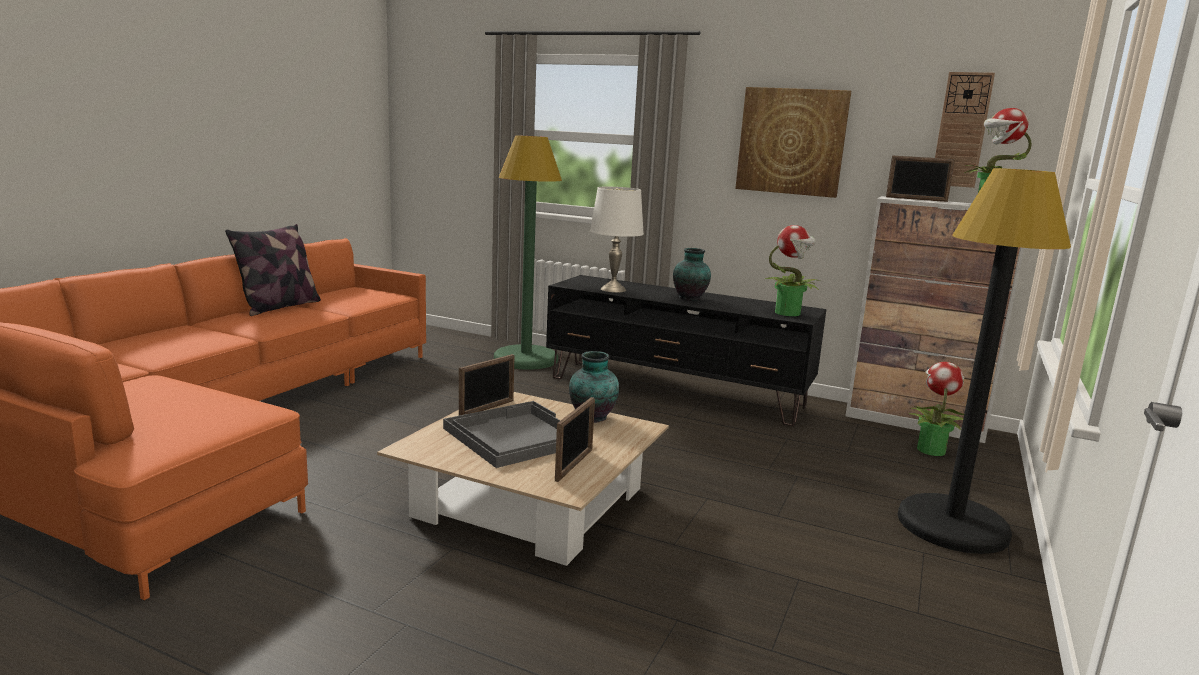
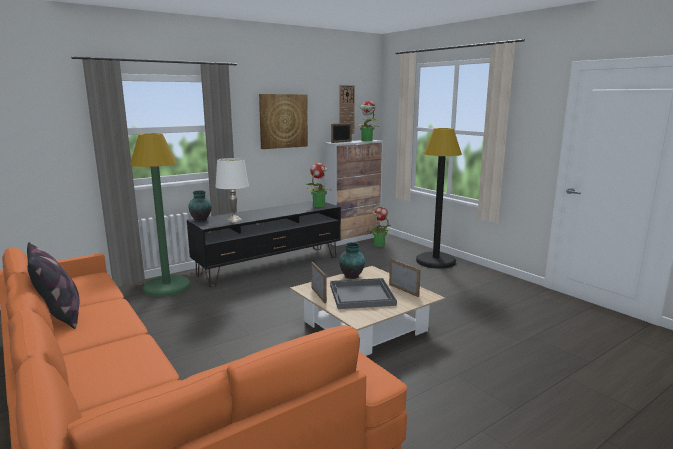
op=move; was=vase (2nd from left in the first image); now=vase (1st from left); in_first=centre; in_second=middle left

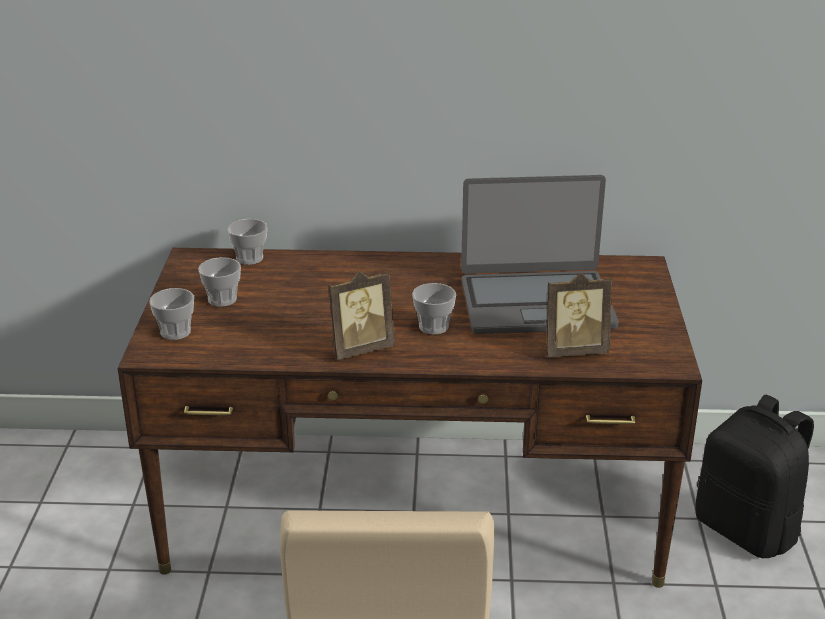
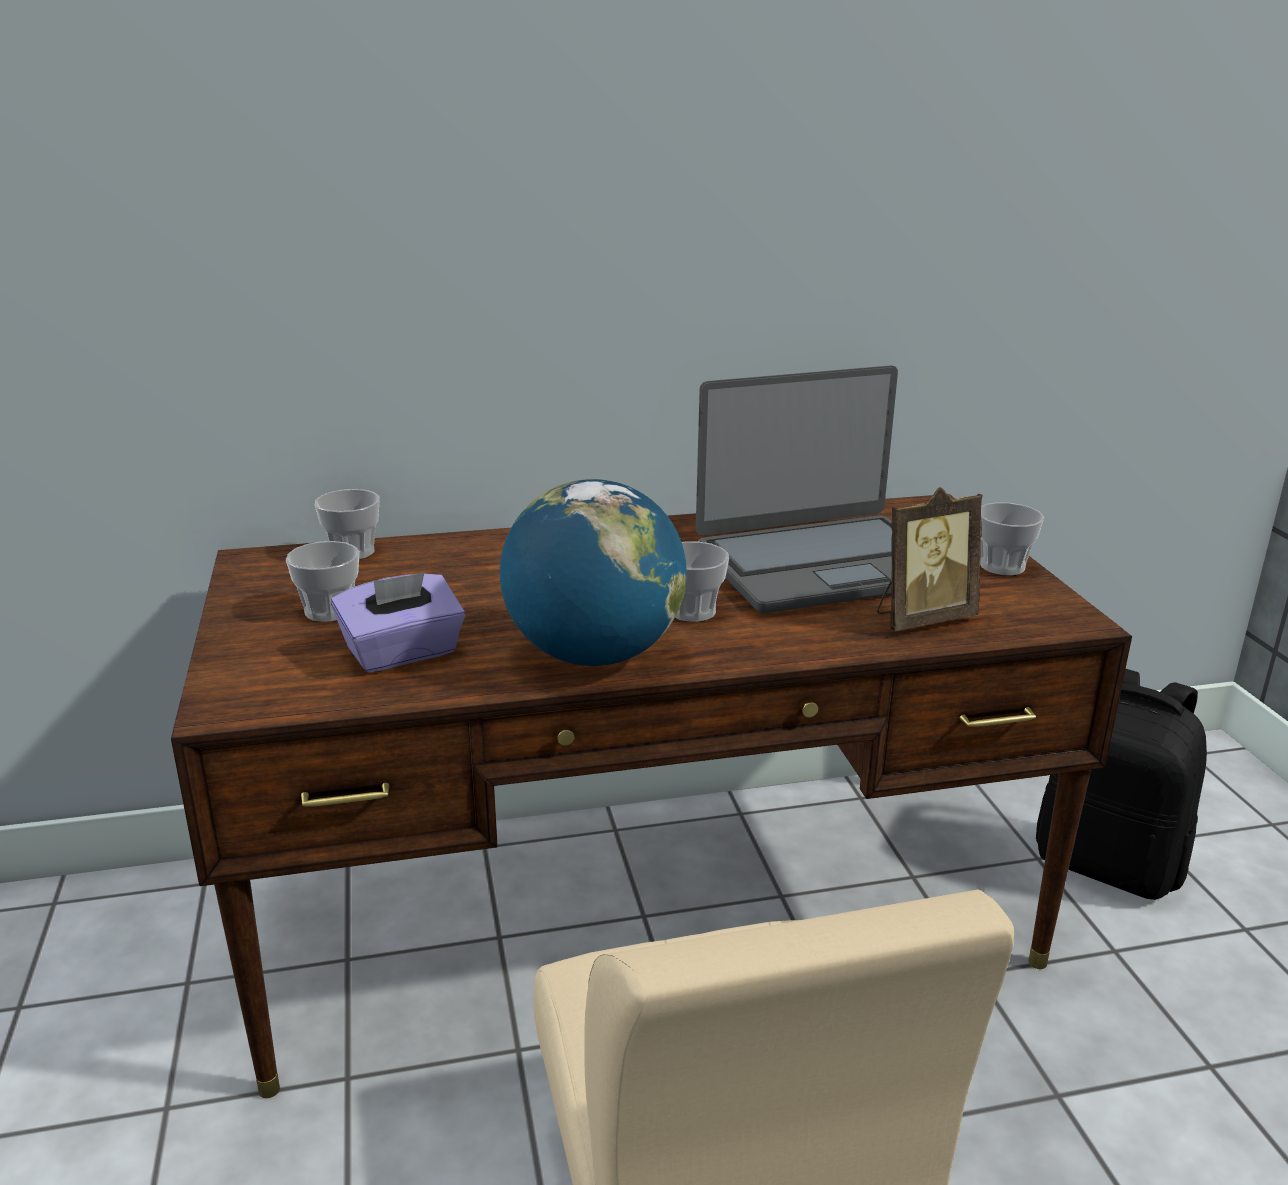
op=move; was=tasse (1st from left in the first image); now=tasse (4th from left); in_first=middle left; in_second=middle right
op=replace; was=cadre photo (1st from left); now=globe; in_first=centre; in_second=centre
op=insert; now=boîte à mouchoirs [violet]; in_second=middle left

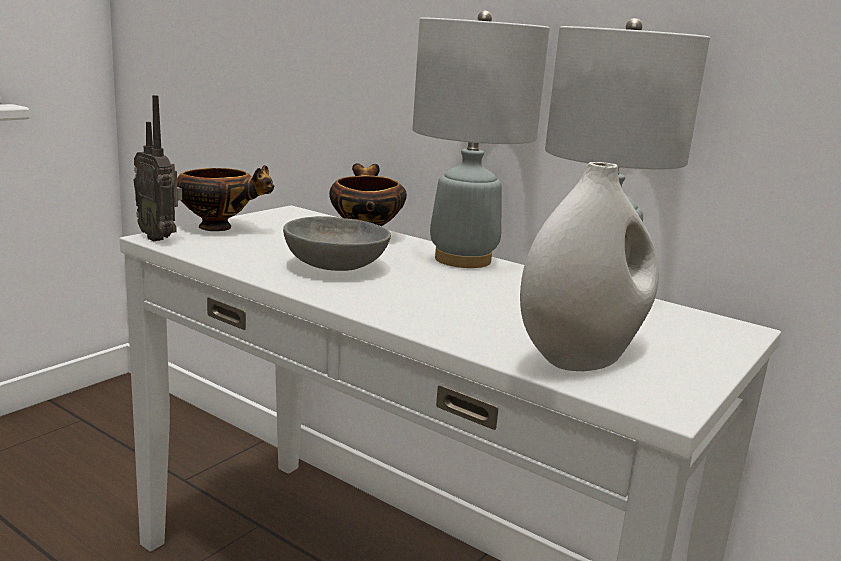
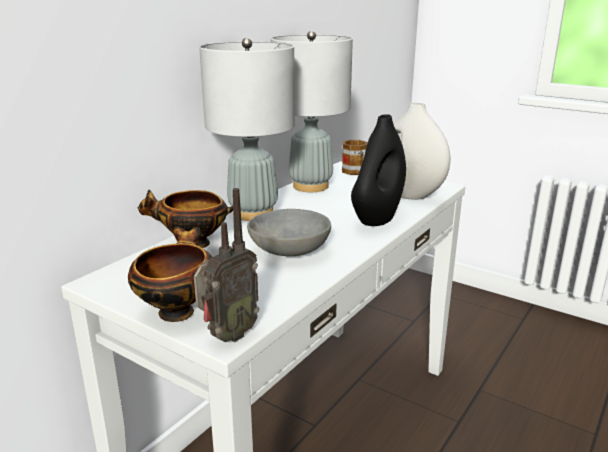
op=insert; now=mug; in_second=centre
op=insert; now=vase [noir]; in_second=centre

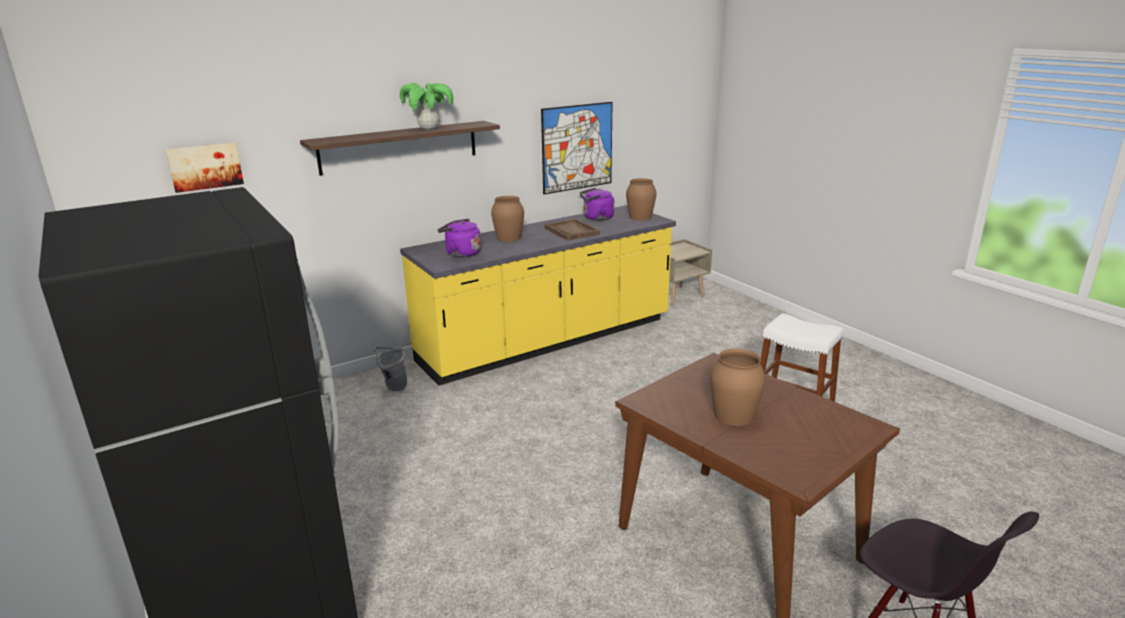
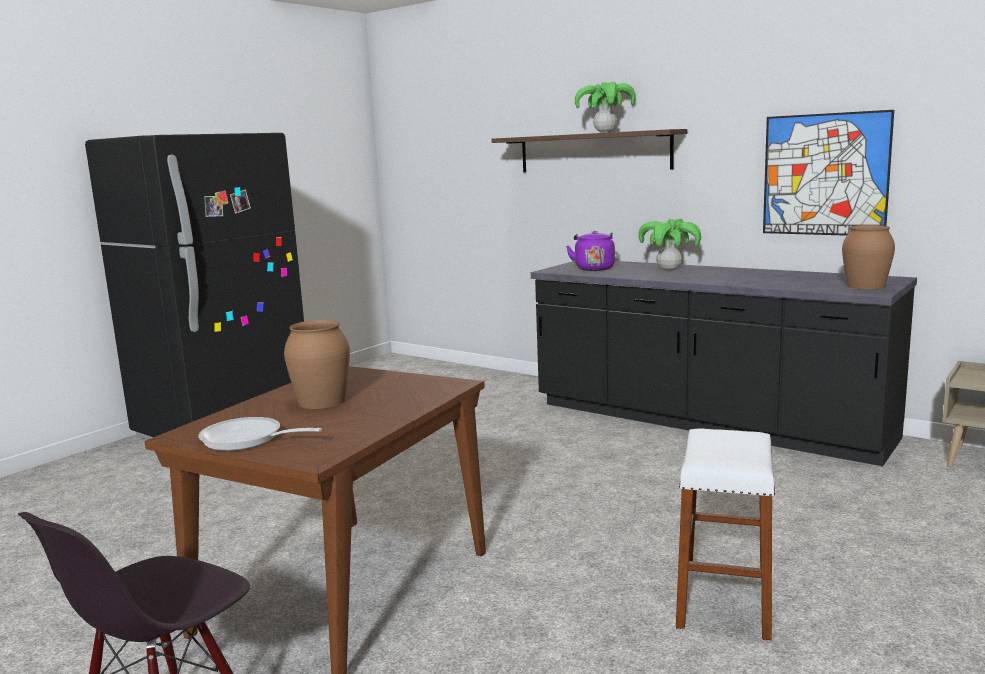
op=delete; was=tableau (1st from left); in_first=top left
op=delete; was=seau [gris]; in_first=centre
op=recolor; was=comptoir de cuisine [jaune]; now=comptoir de cuisine [noir]; in_first=centre; in_second=middle right
op=replace; was=vase [marron] (1st from left); now=plante en pot (2nd from left); in_first=centre; in_second=middle right
op=delete; was=plateau [marron]; in_first=centre
op=delete; was=bouilloire [violet] (2nd from left); in_first=top centre
op=insert; now=poêle; in_second=middle left

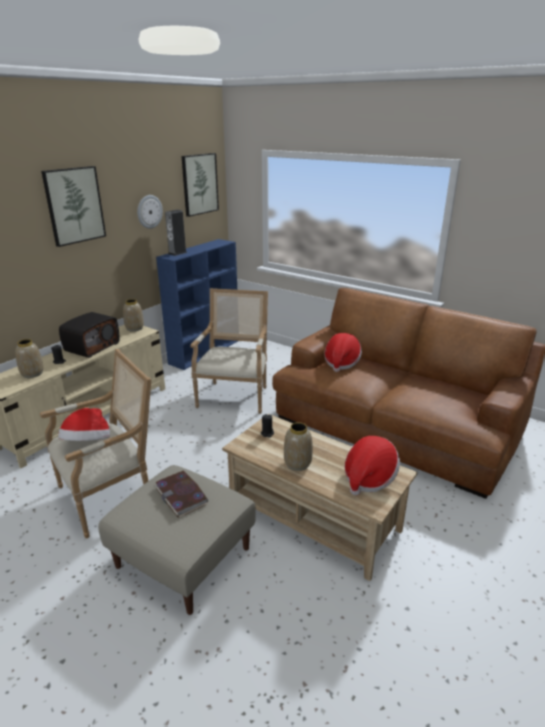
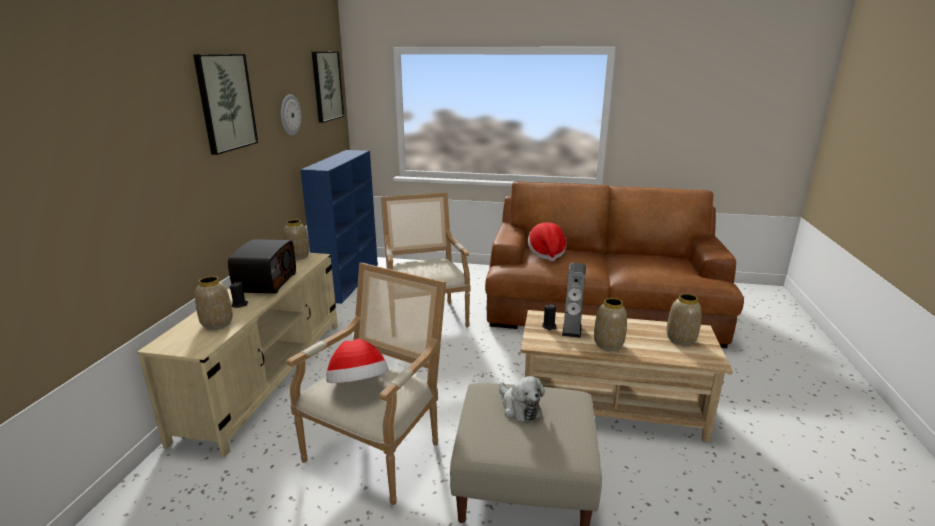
op=replace; was=livre; now=peluche; in_first=bottom left; in_second=bottom centre
op=move; was=enceinte; in_first=top left; in_second=centre
op=replace; was=chapeau (3rd from left); now=vase (4th from left); in_first=middle right; in_second=middle right

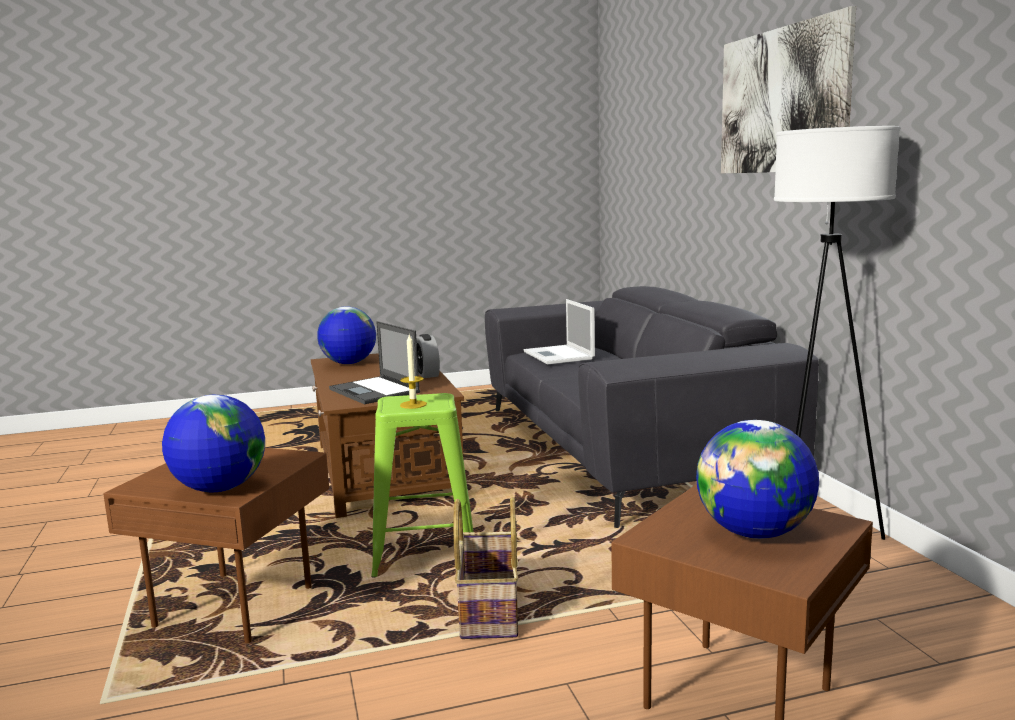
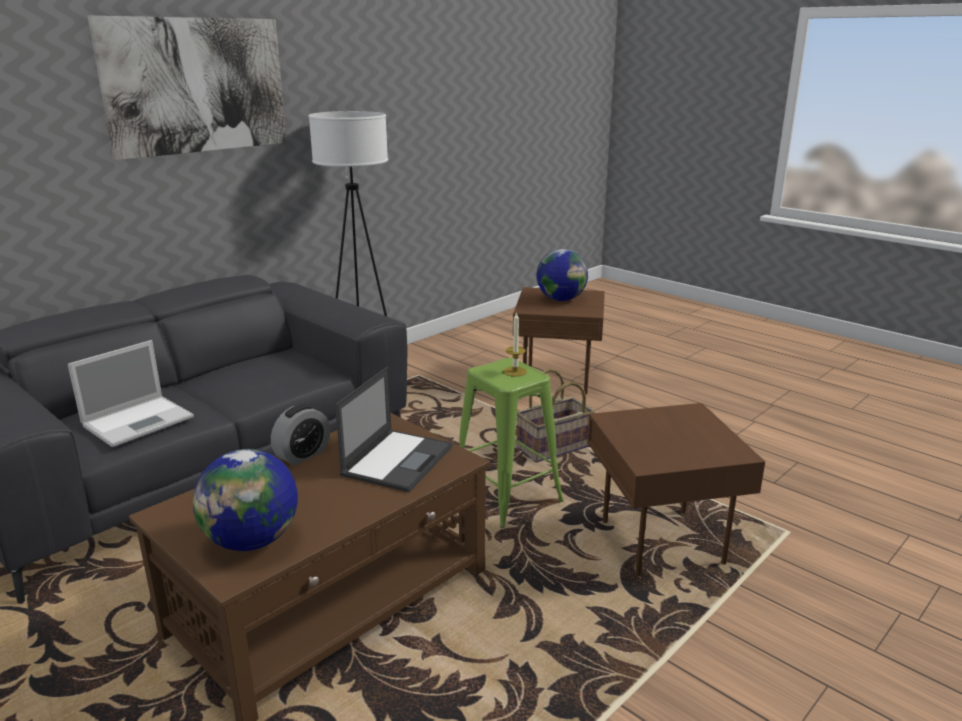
op=delete; was=globe (1st from left); in_first=middle left

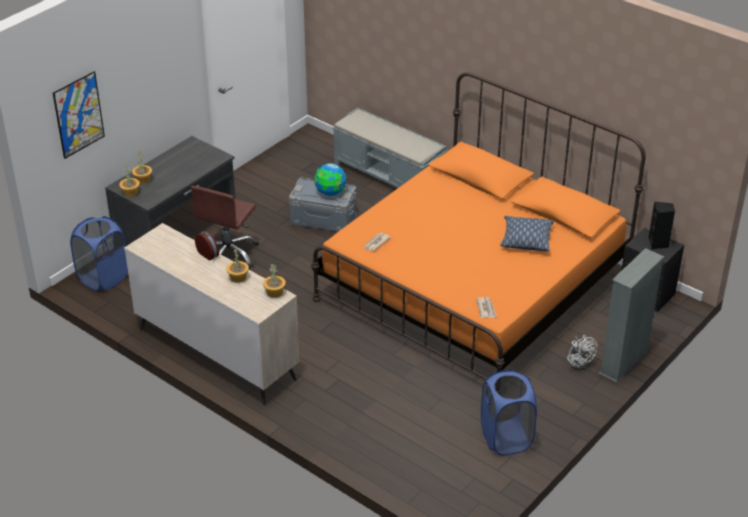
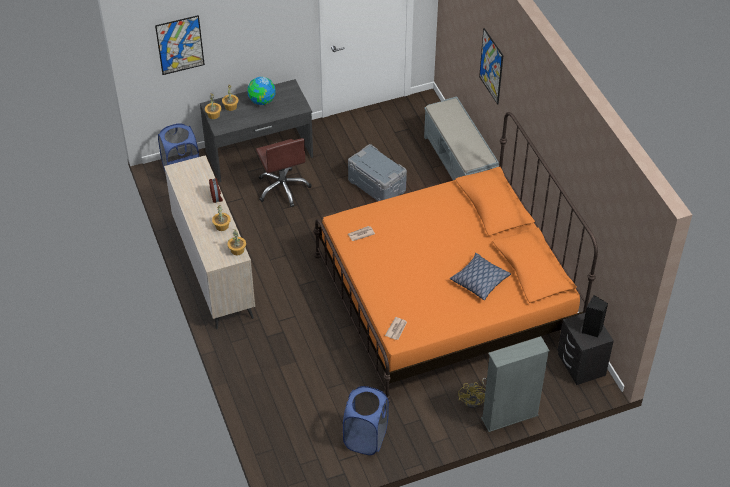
op=rotate; was=chaise de bureau [marron]; in_first=middle left; in_second=centre; clockwise=-75
op=move; was=globe; in_first=centre; in_second=top centre
op=recolor; was=ventilateur [blanc]; now=ventilateur [jaune]; in_first=bottom right; in_second=bottom centre
op=insert; now=tableau (2nd from left); in_second=top right

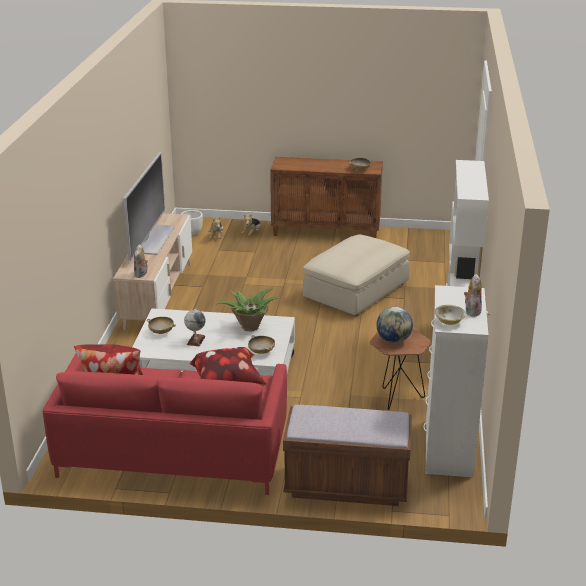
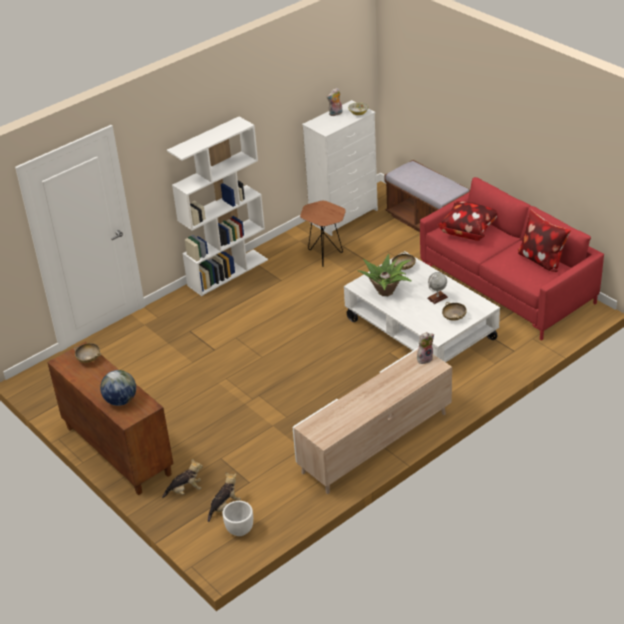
op=delete; was=téléviseur; in_first=middle left
op=delete; was=pouf [beige]; in_first=centre
op=move; was=globe (2nd from left in the first image); now=globe (1st from left); in_first=middle right; in_second=middle left

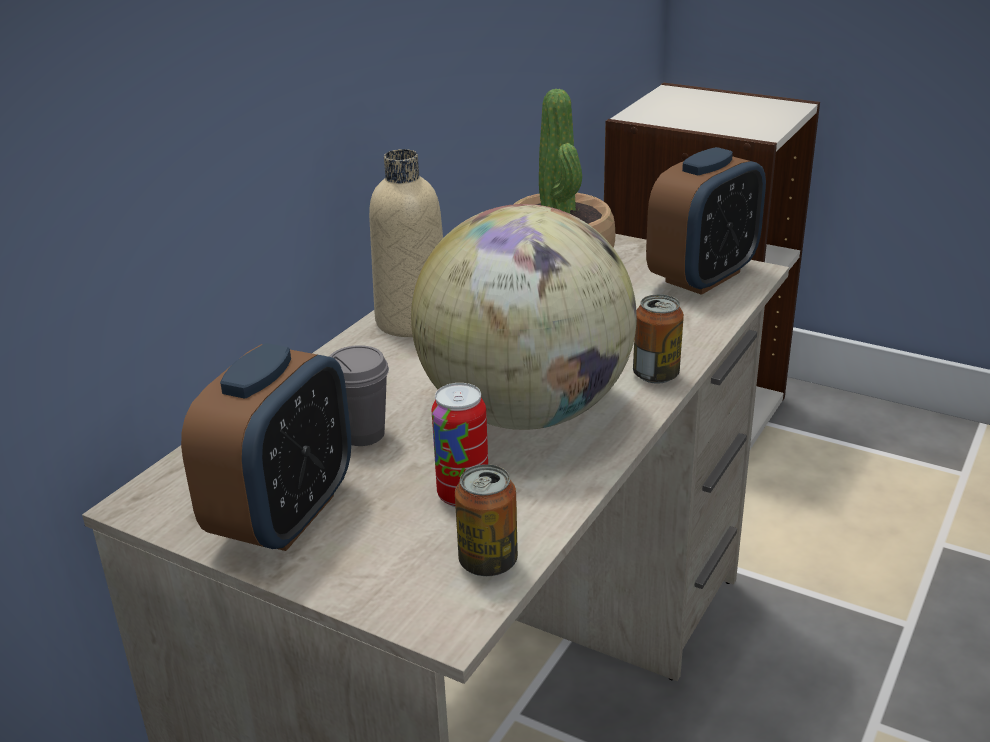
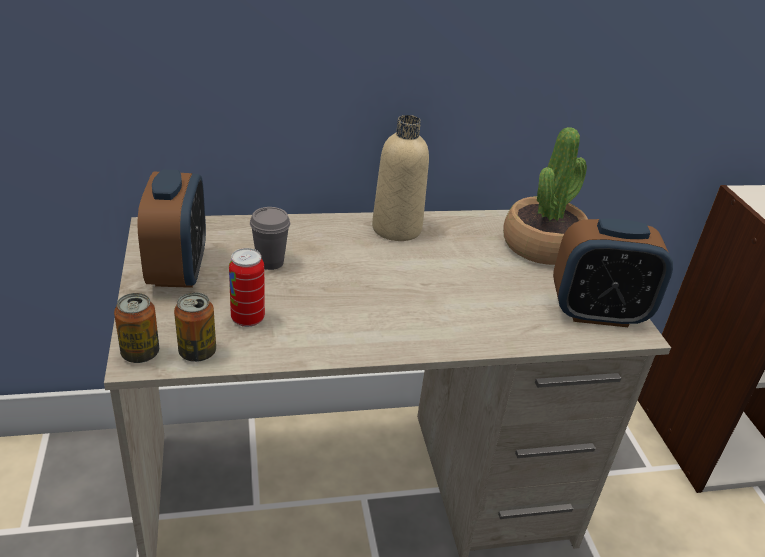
op=rotate; was=réveil (1st from left); in_first=middle left; in_second=middle left; clockwise=-75
op=delete; was=globe; in_first=centre
op=move; was=boîte métallique (3rd from left in the first image); now=boîte métallique (1st from left); in_first=centre; in_second=middle left

